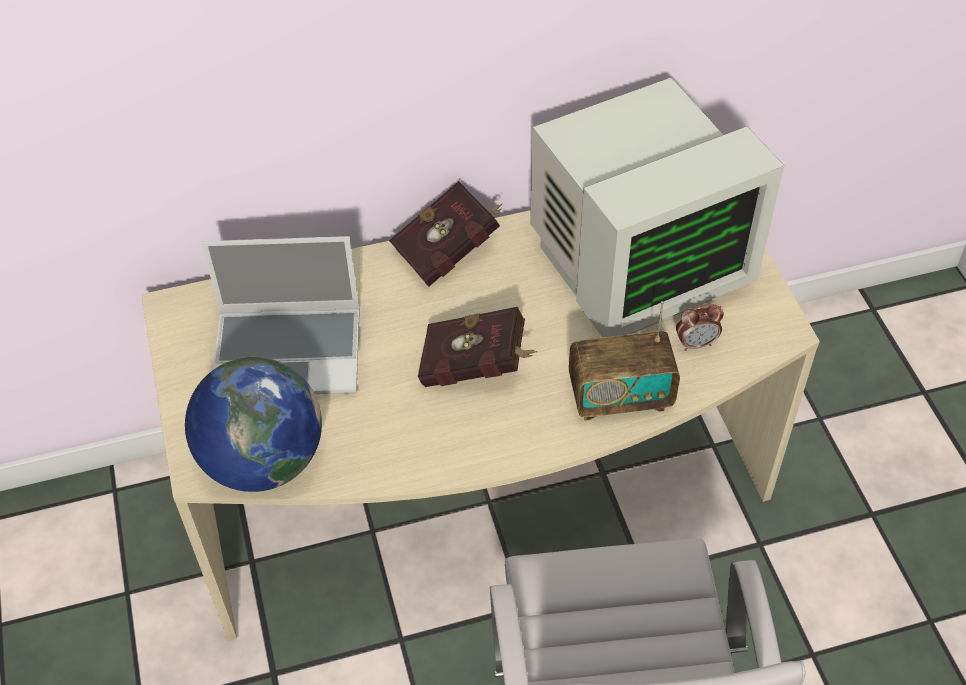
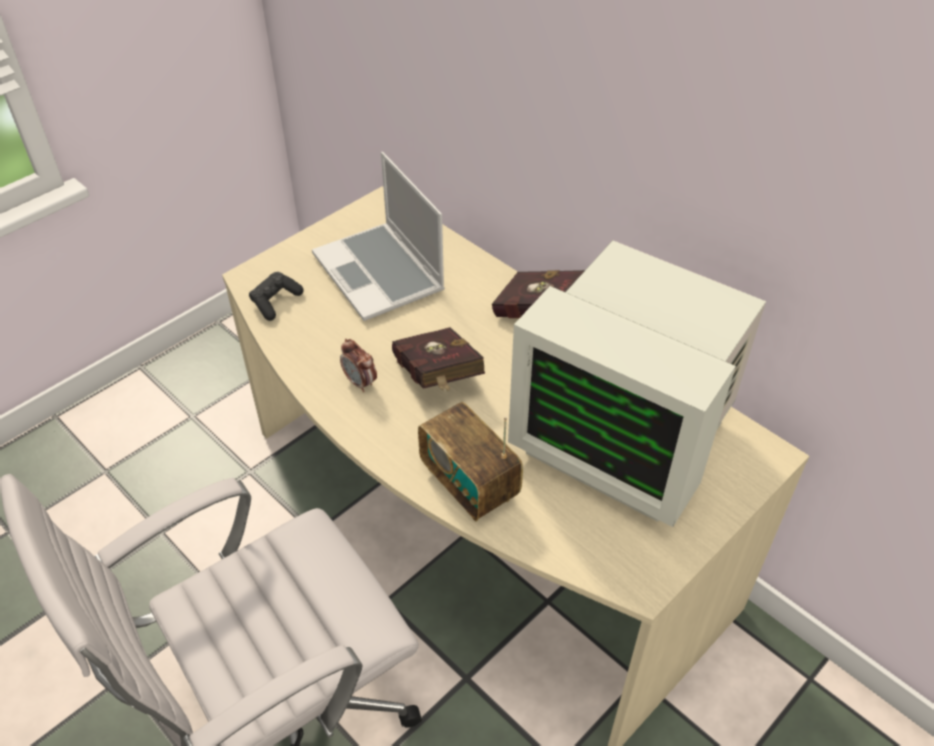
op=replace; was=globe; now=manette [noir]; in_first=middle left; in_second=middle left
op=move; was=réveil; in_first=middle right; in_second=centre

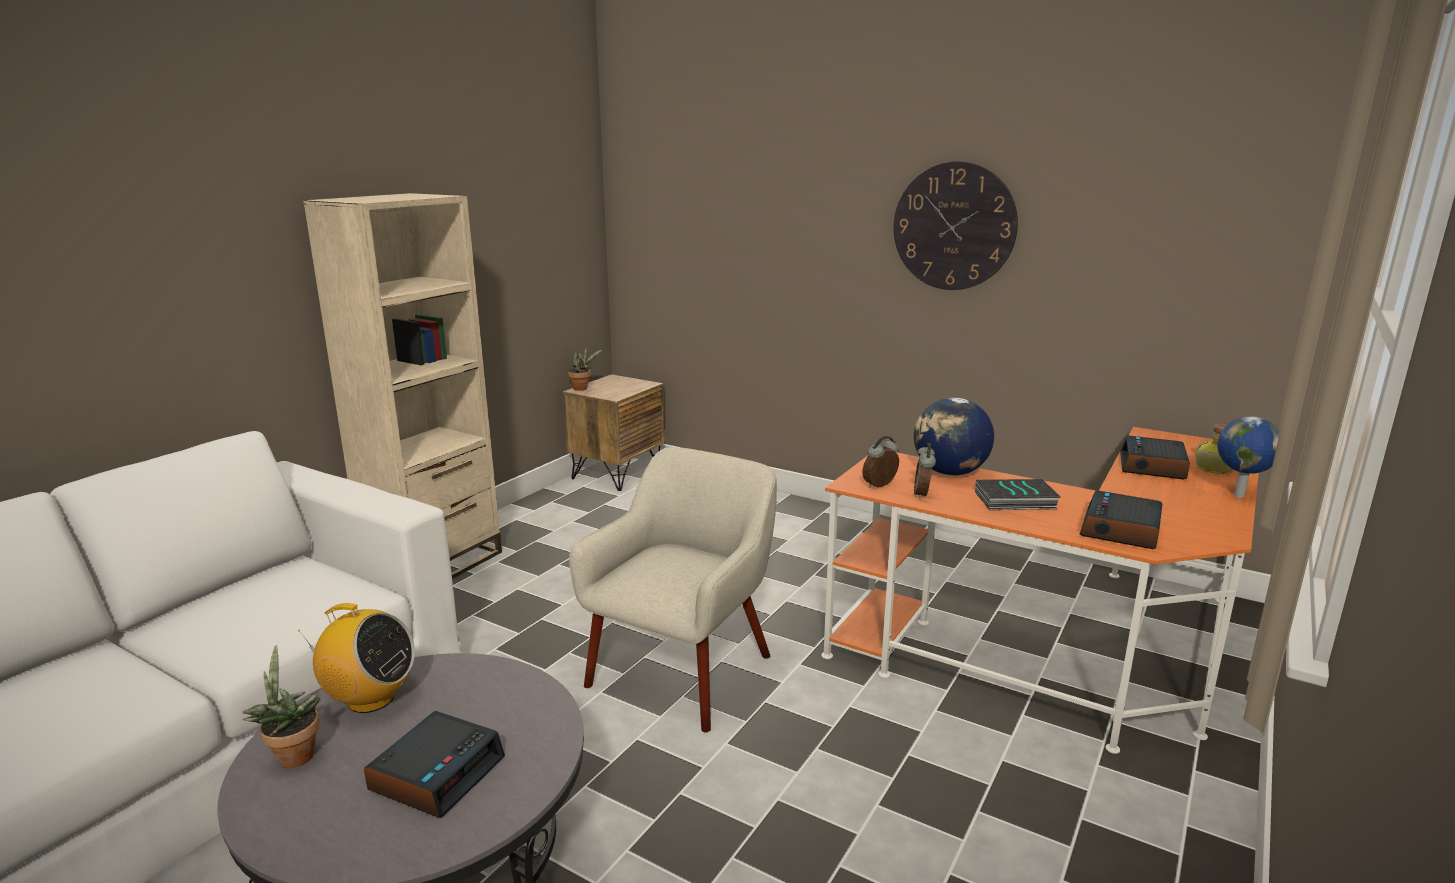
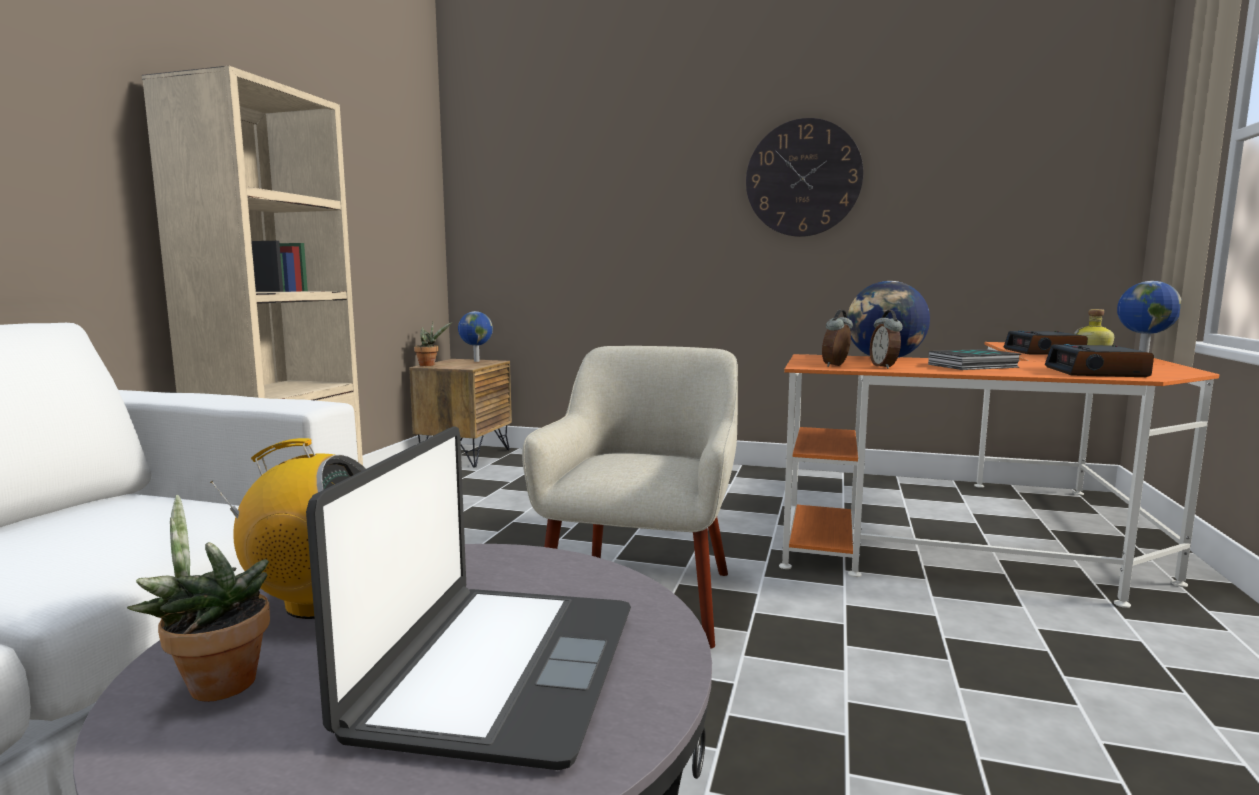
op=replace; was=réveil (1st from left); now=ordinateur portable; in_first=bottom left; in_second=bottom centre
op=insert; now=globe (1st from left); in_second=centre

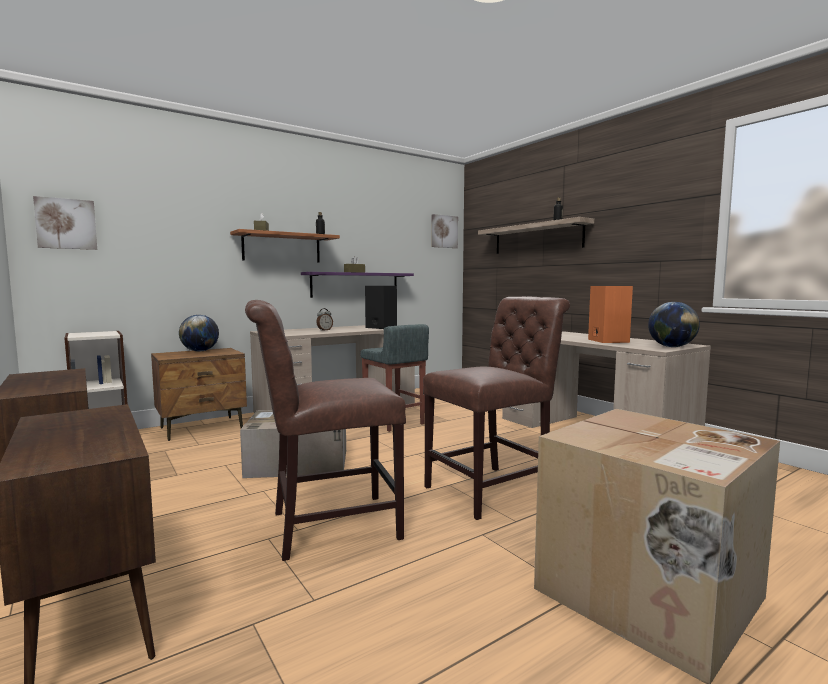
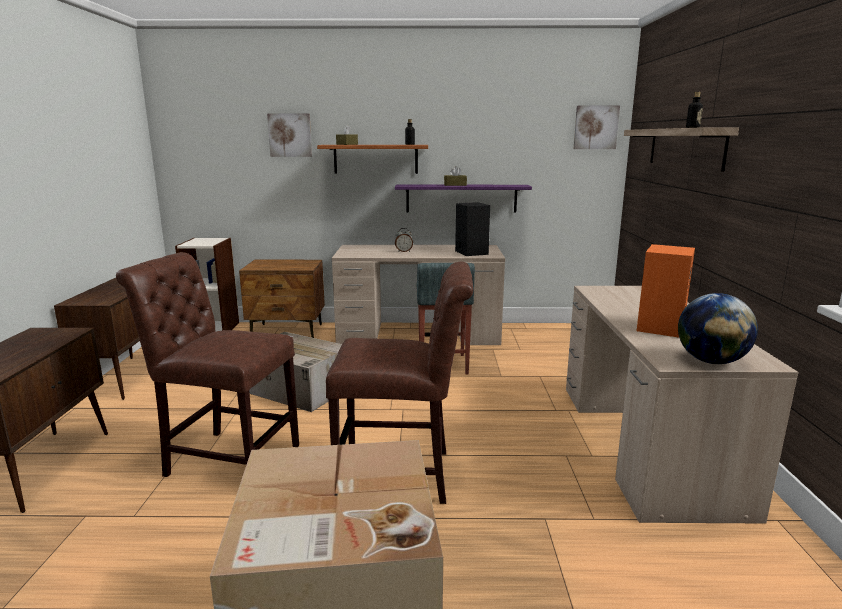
op=move; was=tableau (1st from left); in_first=top left; in_second=top centre
op=delete; was=globe (1st from left); in_first=middle left

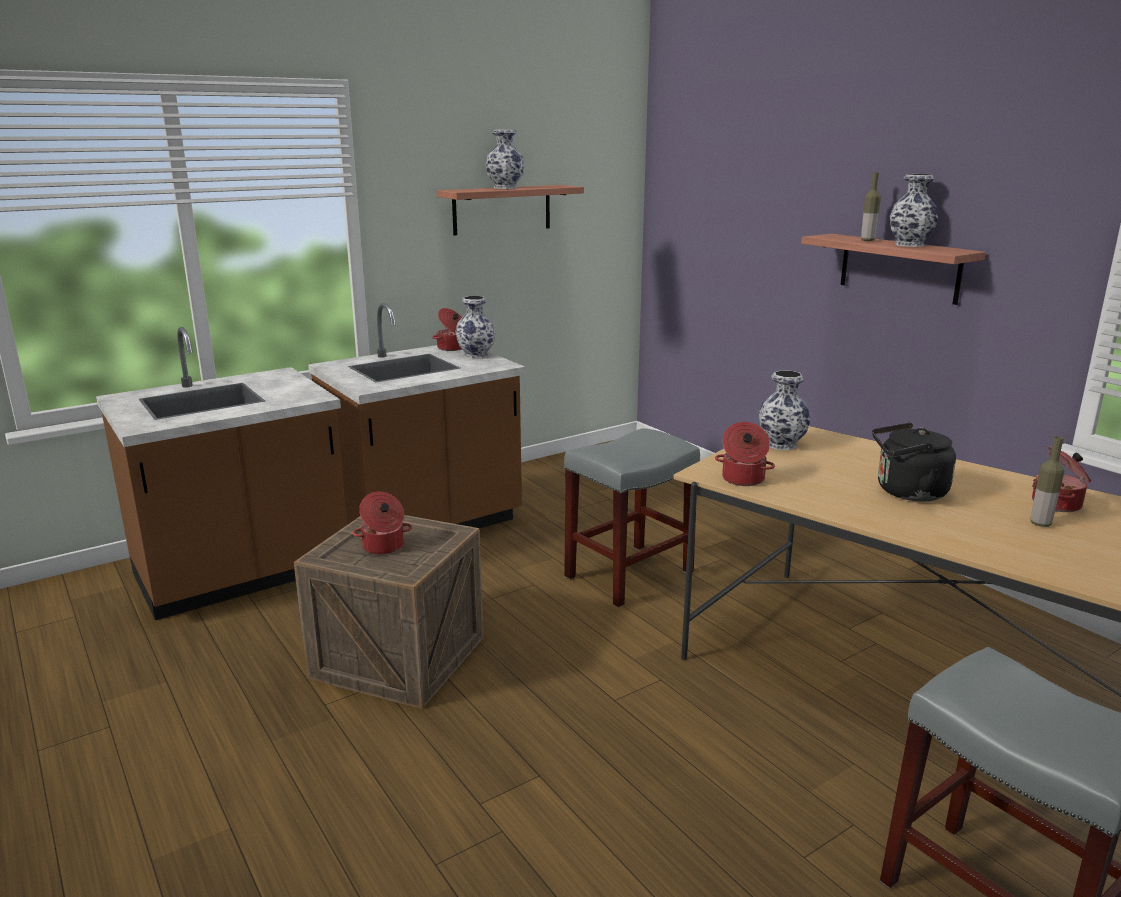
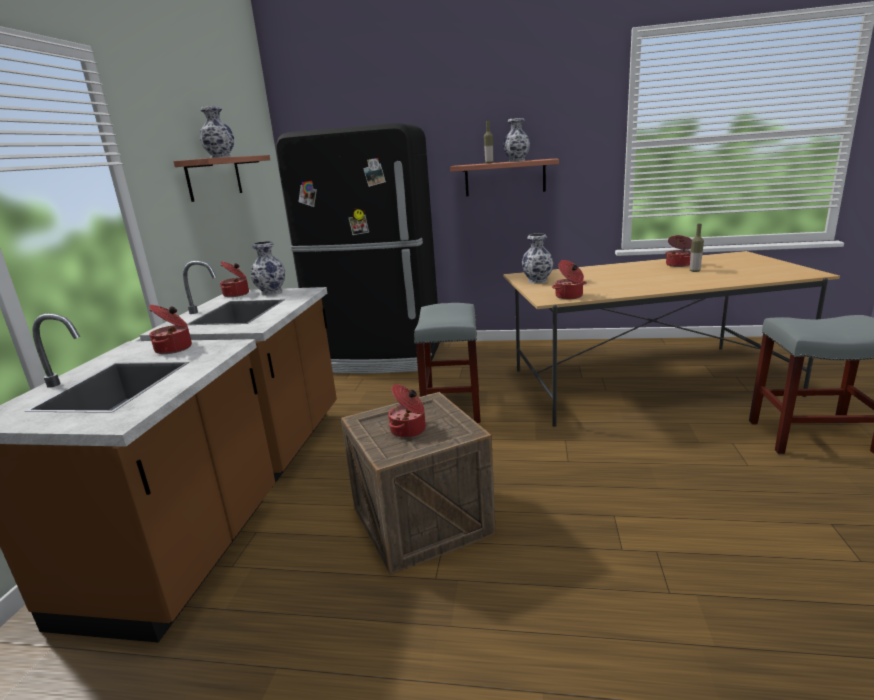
op=delete; was=bouilloire [noir]; in_first=middle right
op=insert; now=marmite (1st from left); in_second=middle left
op=insert; now=réfrigérateur [noir]; in_second=centre

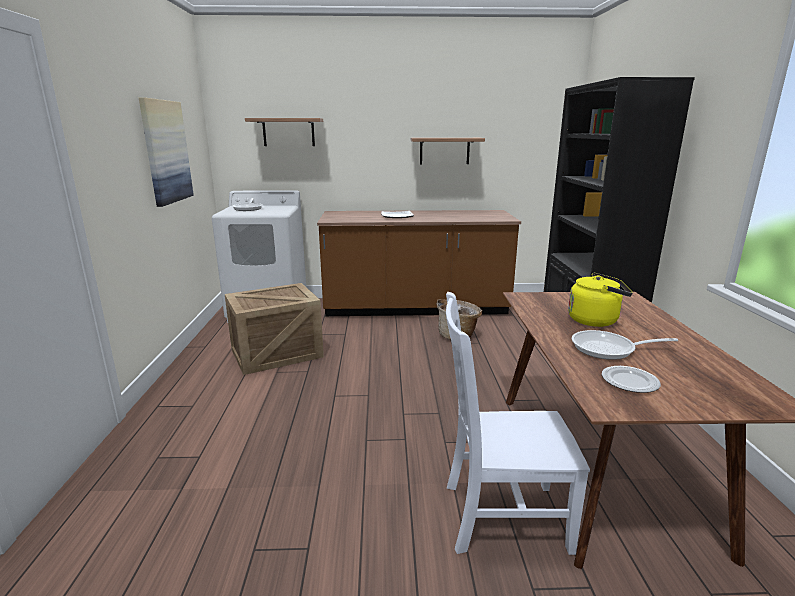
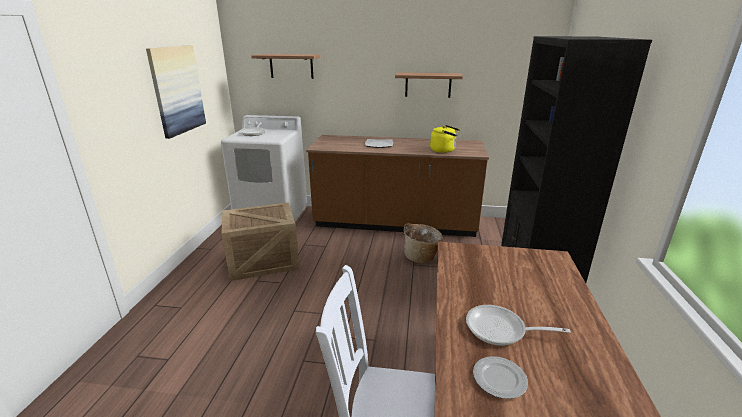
op=move; was=bouilloire [jaune]; in_first=middle right; in_second=centre

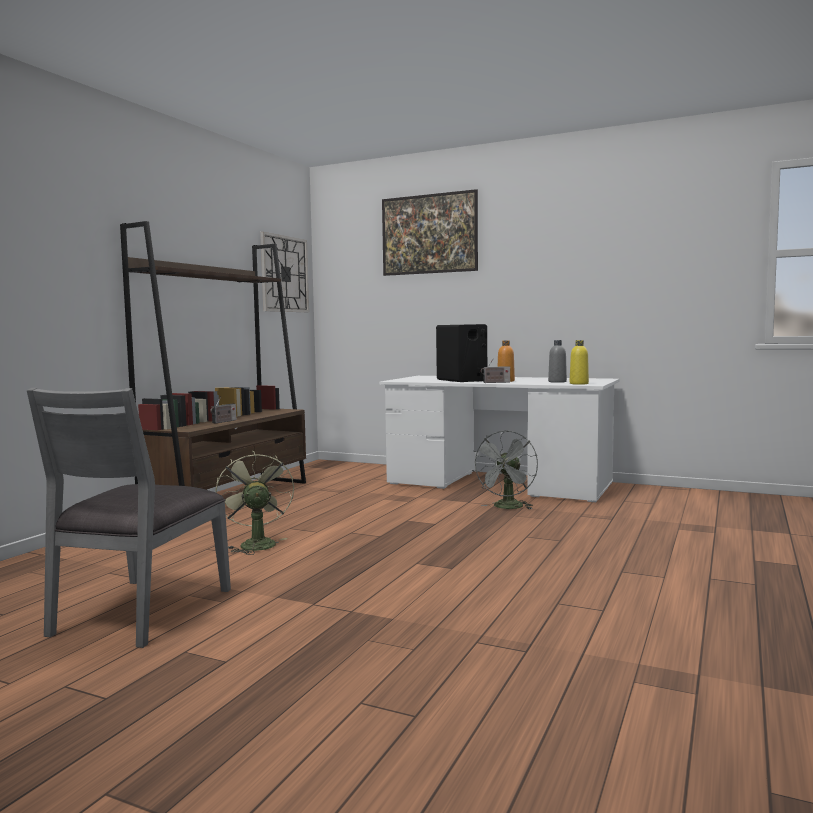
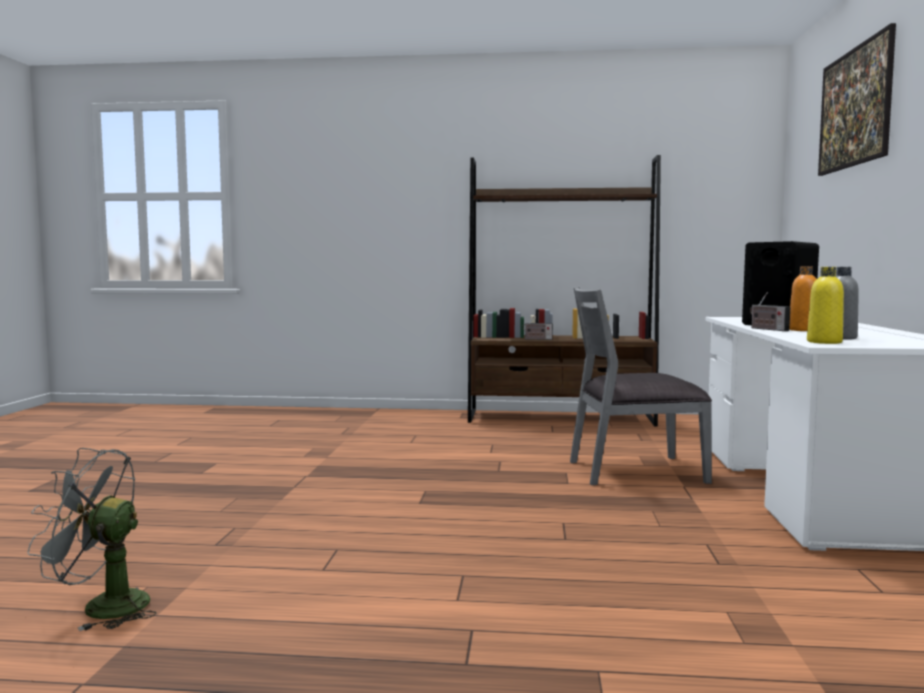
op=move; was=chaise [gris]; in_first=middle left; in_second=middle right
op=delete; was=ventilateur [vert]; in_first=middle left
op=delete; was=horloge murale; in_first=centre
op=move; was=ventilateur [gris]; in_first=centre; in_second=bottom left

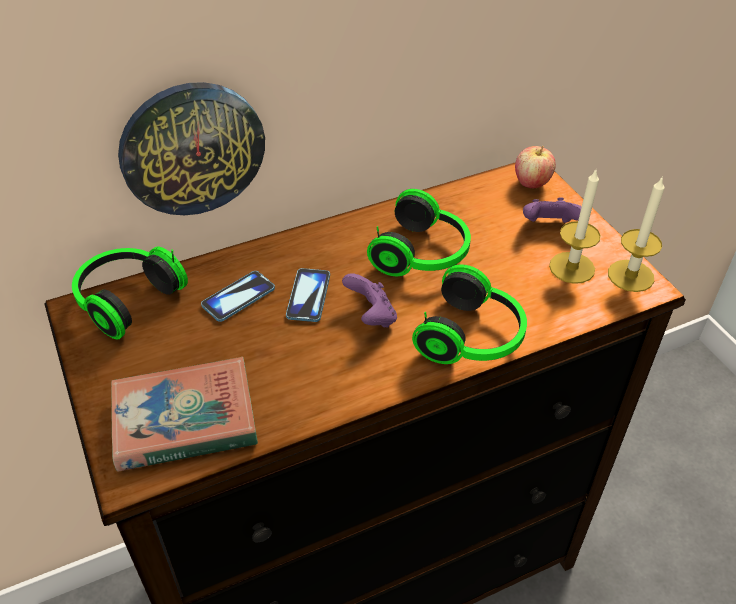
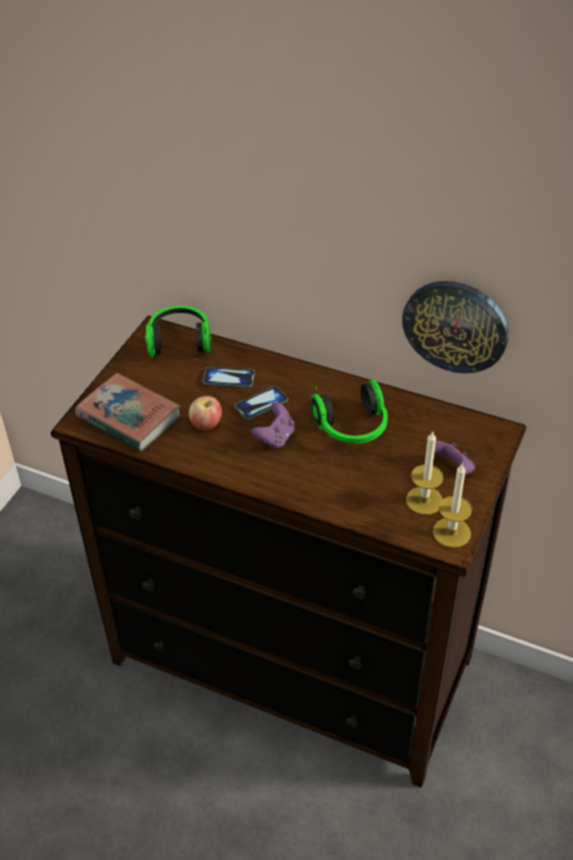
op=move; was=horloge murale; in_first=top left; in_second=middle right
op=delete; was=casque audio (3rd from left); in_first=centre
op=move; was=pomme; in_first=top right; in_second=centre

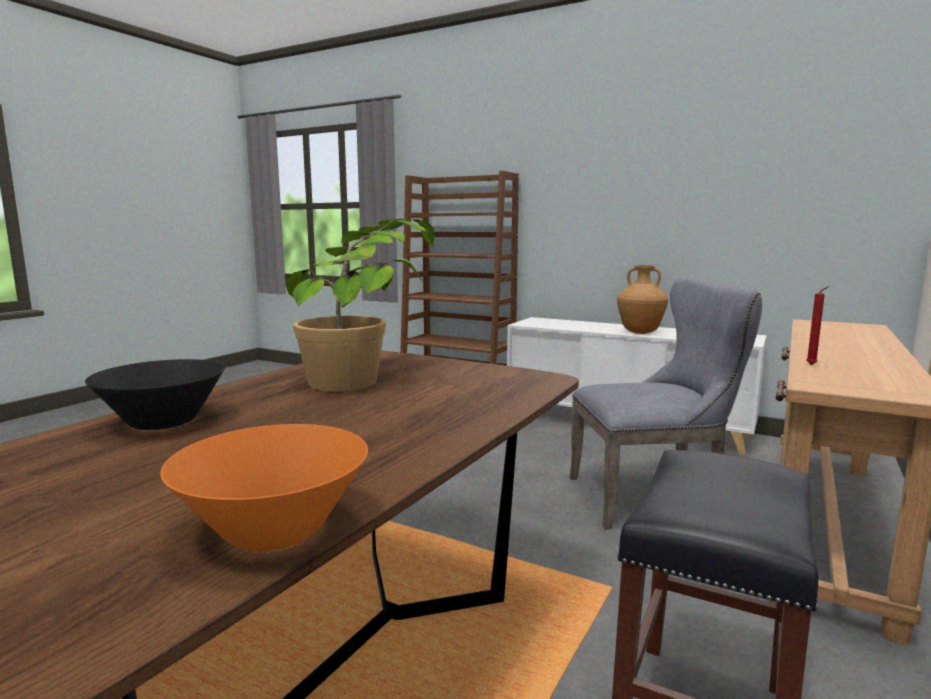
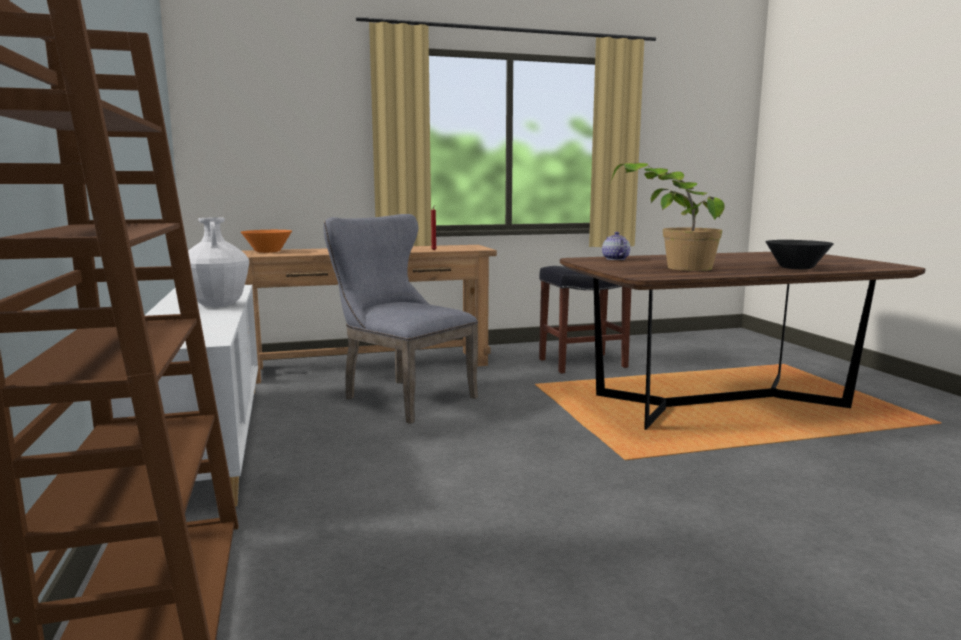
op=move; was=bol [orange]; in_first=bottom left; in_second=middle left
op=recolor; was=vase [marron]; now=vase [blanc]; in_first=middle right; in_second=middle left
op=insert; now=théière; in_second=centre

